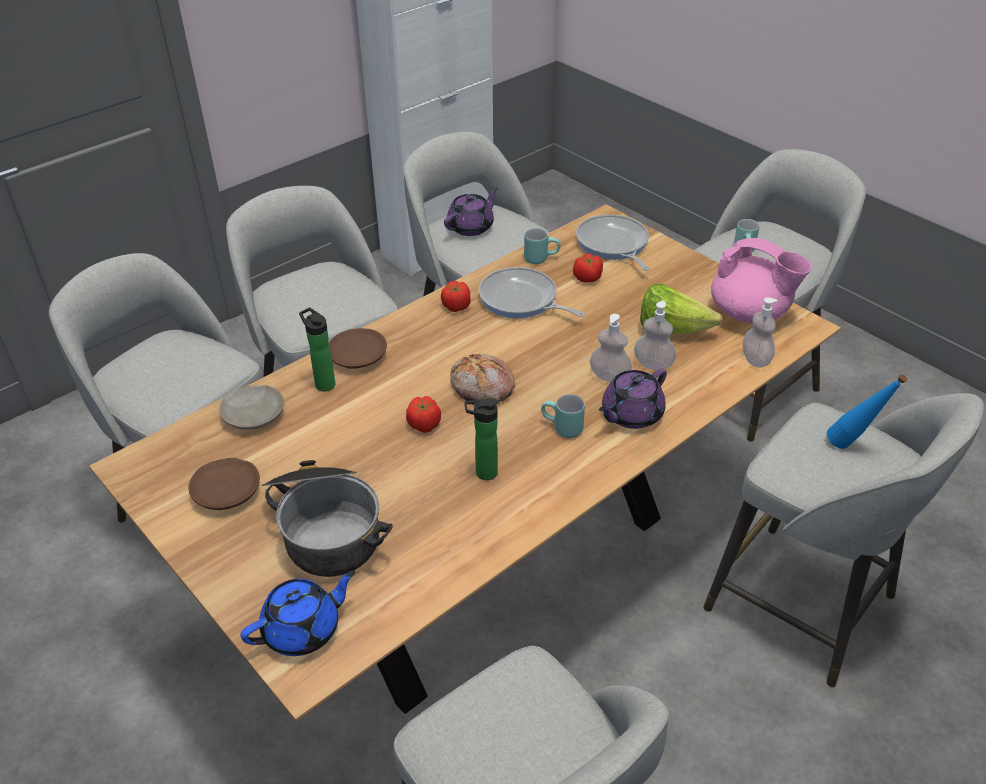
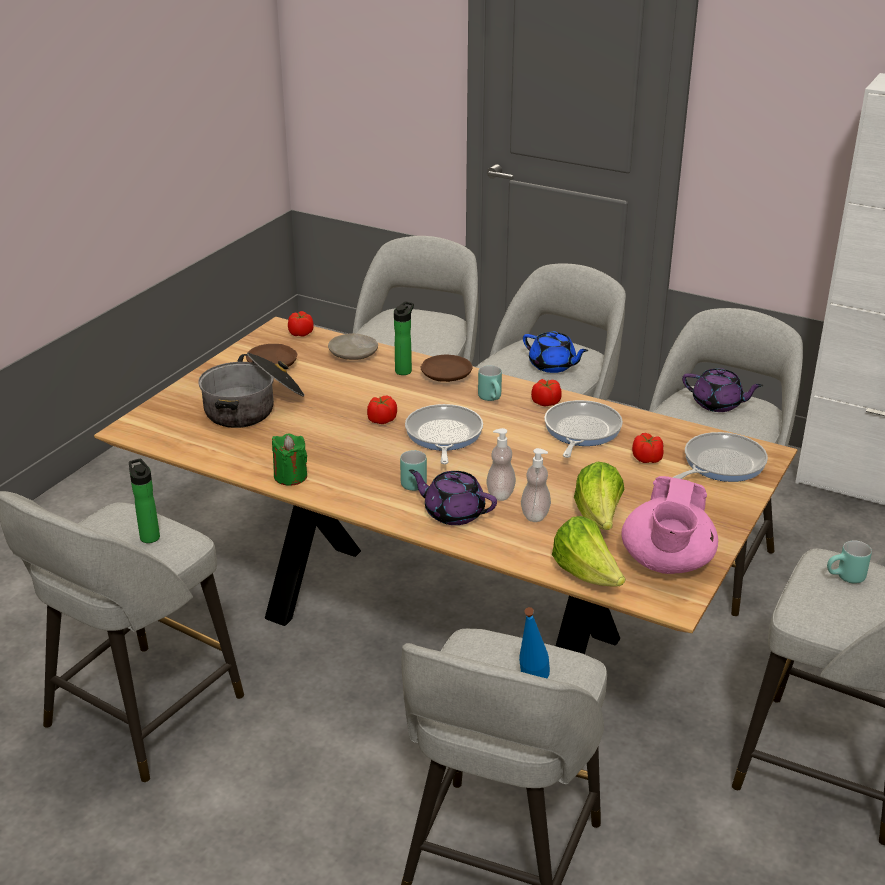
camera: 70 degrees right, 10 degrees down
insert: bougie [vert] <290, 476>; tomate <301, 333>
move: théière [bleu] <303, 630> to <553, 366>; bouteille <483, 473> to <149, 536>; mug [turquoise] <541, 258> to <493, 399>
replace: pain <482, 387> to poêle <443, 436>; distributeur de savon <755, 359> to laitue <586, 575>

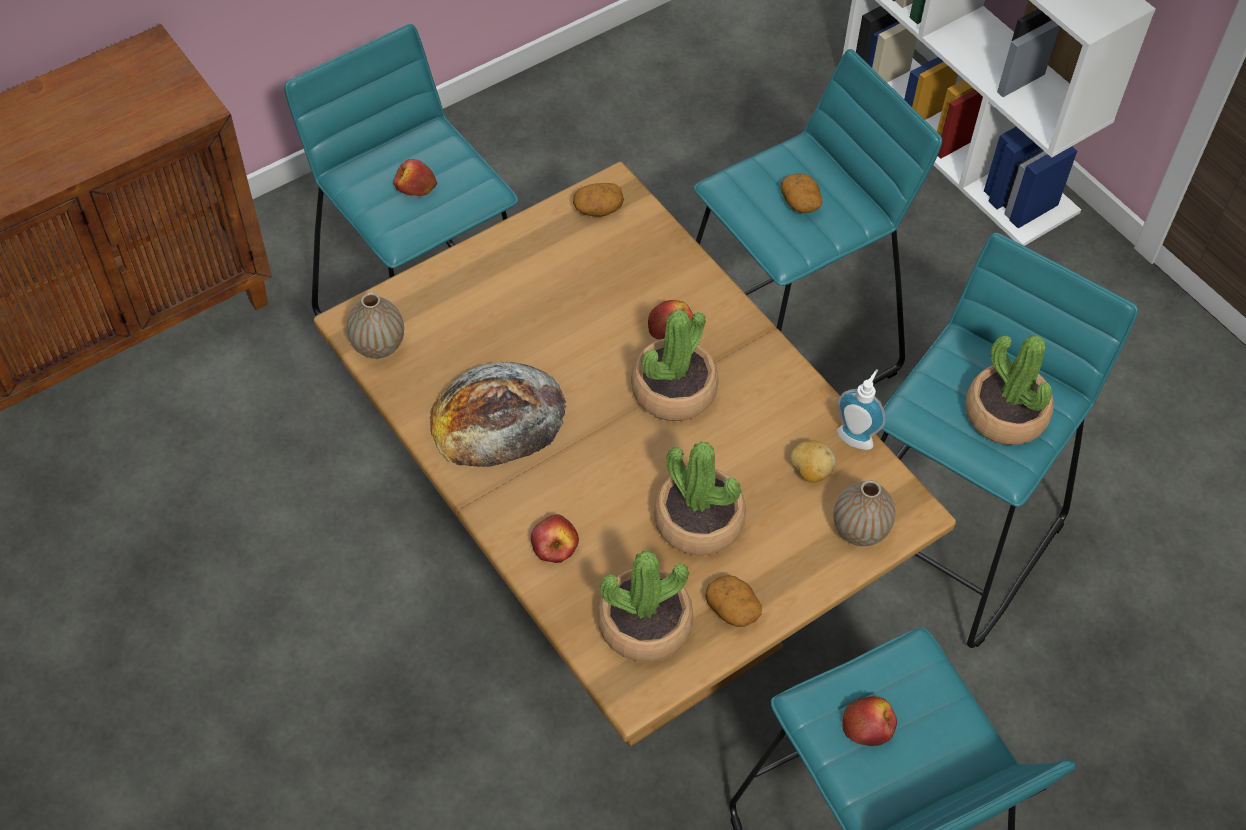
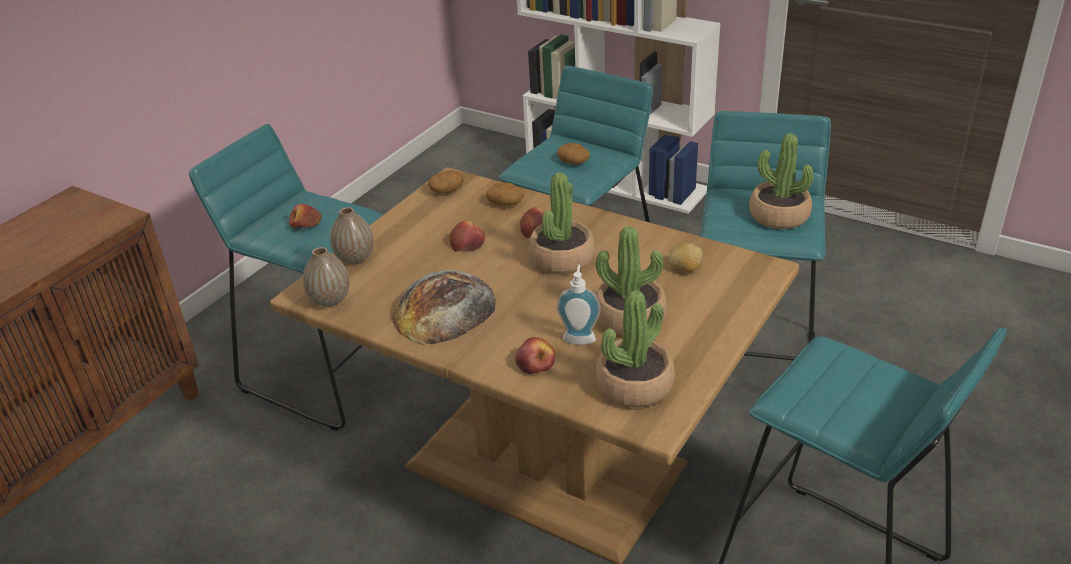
camera: 20 degrees left, 20 degrees down
move: pomme de terre <733, 609> to <506, 203>; vase <859, 530> to <355, 258>; distributeur de savon <857, 435> to <579, 337>; pomme <868, 725> to <468, 243>

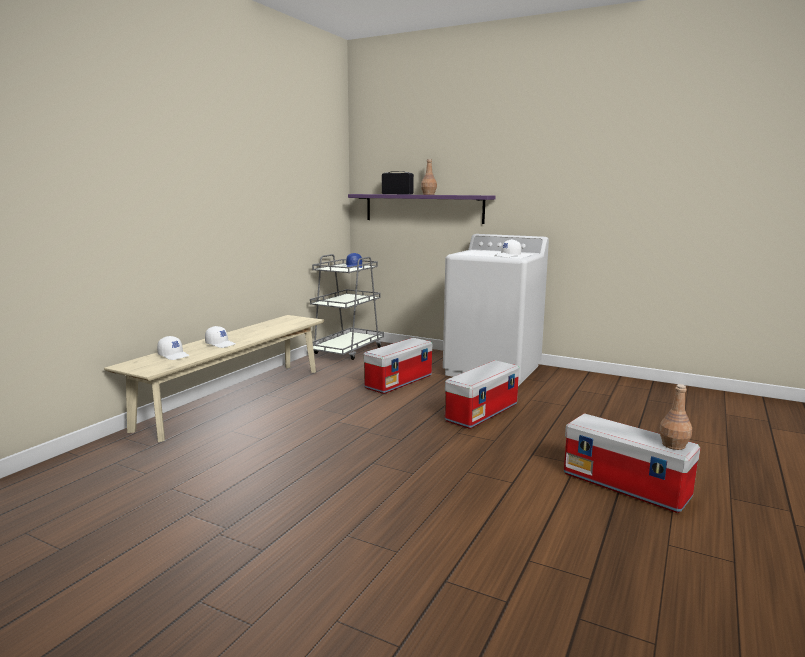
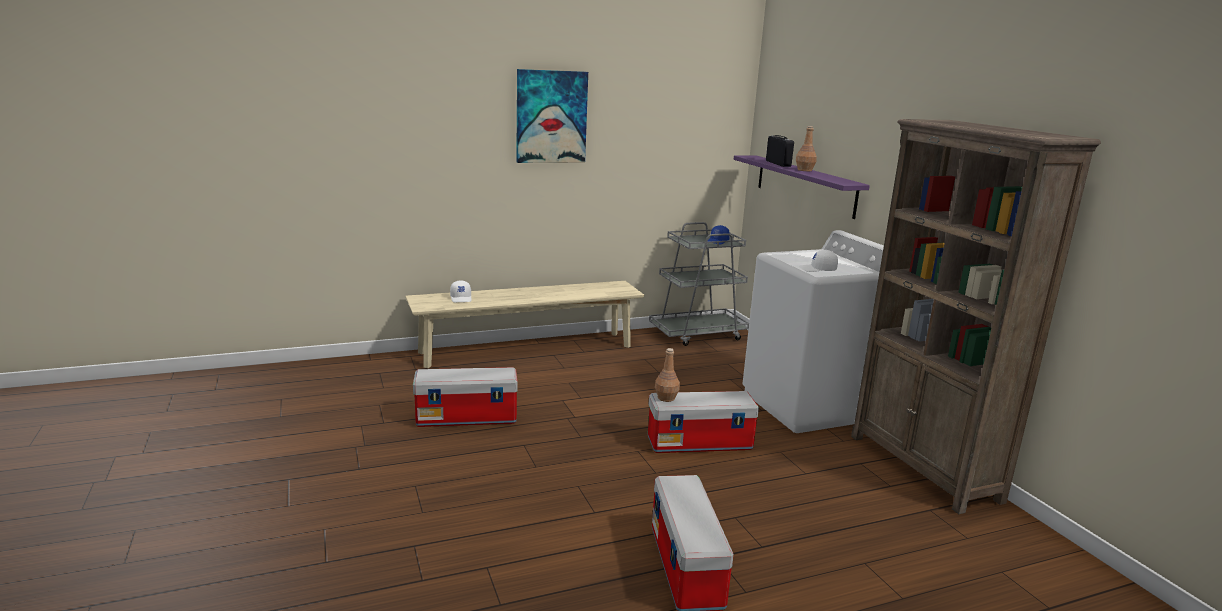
camera: 40 degrees right, 5 degrees up
delete: casquette [blanc] <221, 344>
insert: tableau <551, 117>; bibliothèque [marron] <924, 468>
move: boîte de rangement <399, 381> to <468, 417>; bouteille [marron] <673, 445> to <666, 398>

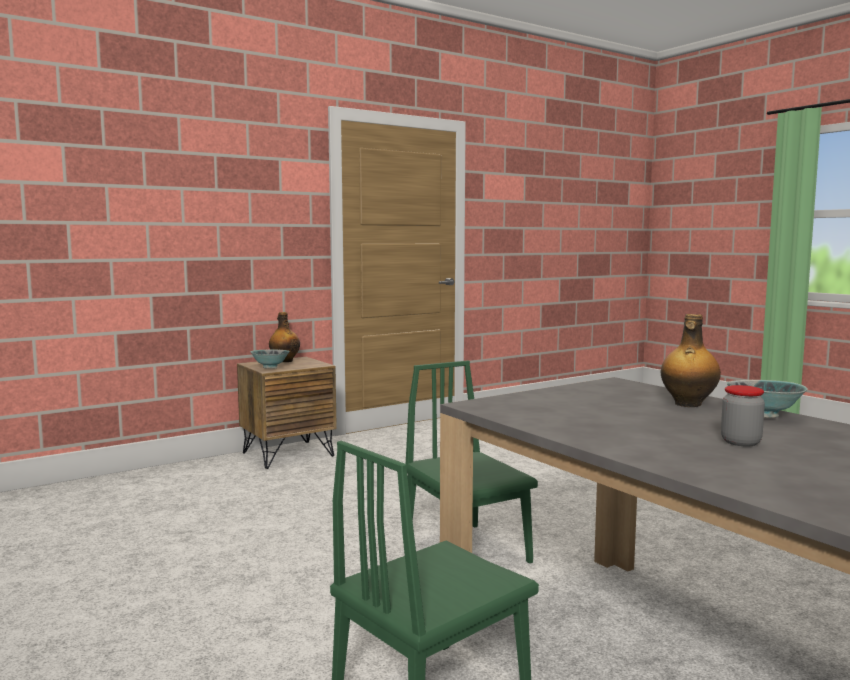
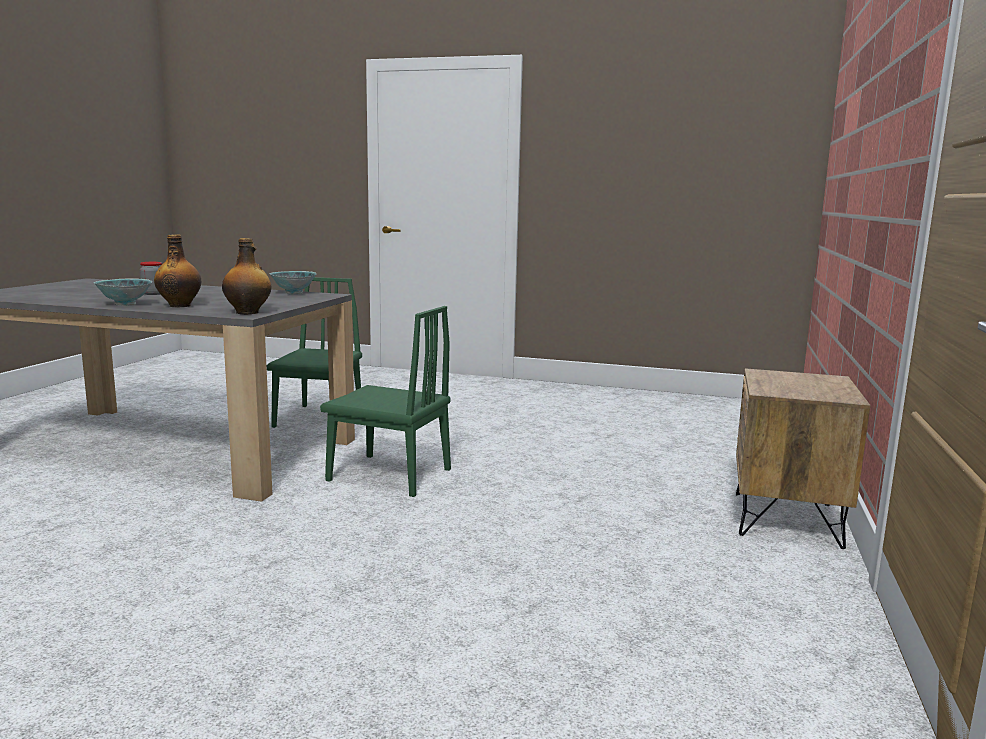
camera: 140 degrees right, 5 degrees up
move: bol <270, 368> to <293, 293>; bouteille <285, 361> to <248, 312>

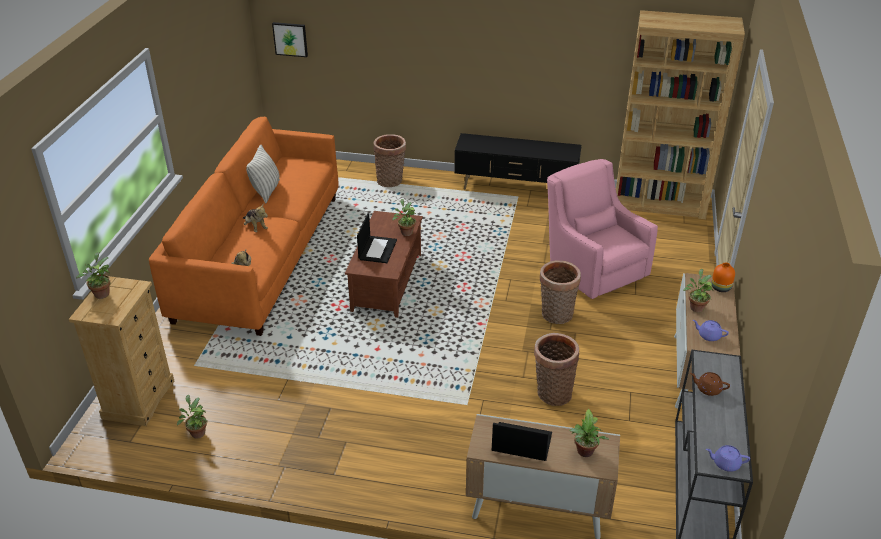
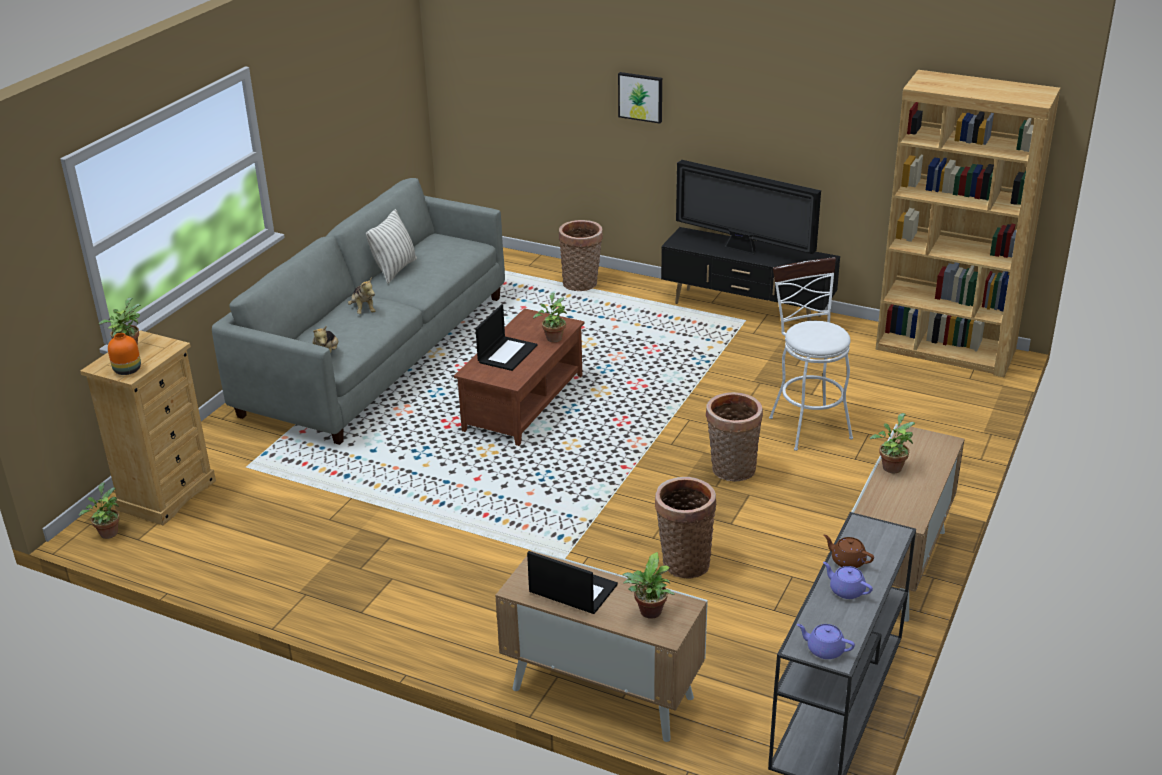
camera: 15 degrees right, 5 degrees down
insert: téléviseur <743, 249>
move: plante en pot <196, 432> to <108, 532>; tableau <290, 39> to <641, 97>; théière [violet] <708, 335> to <846, 590>; vase [orange] <721, 288> to <127, 370>
replace: fauteuil [rose] <592, 272> to tabouret [blanc] <807, 424>
recolor: canapé [orange] <260, 256> to canapé [gris] <377, 354>

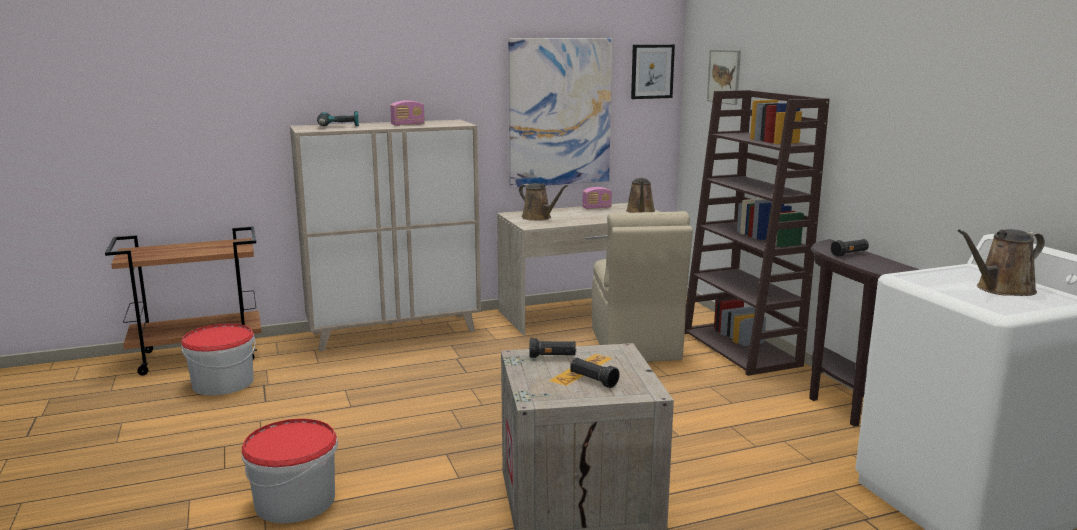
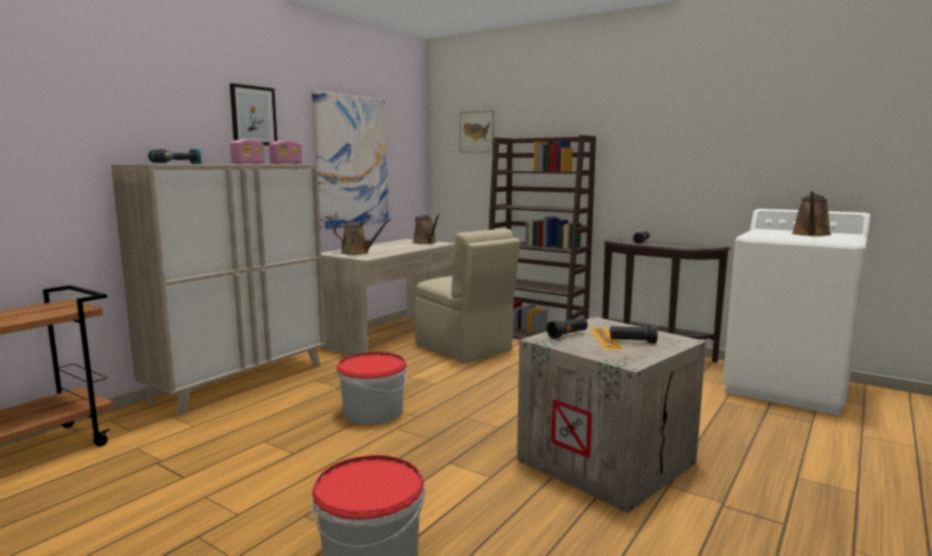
camera: 35 degrees left, 5 degrees down
move: seau <222, 383> to <373, 412>; radio <596, 208> to <286, 164>; tableau <652, 71> to <253, 115>

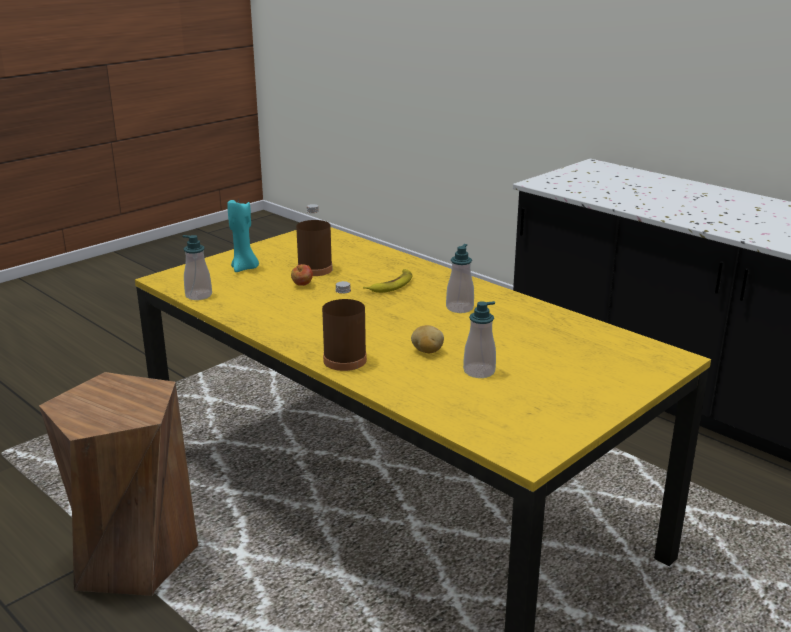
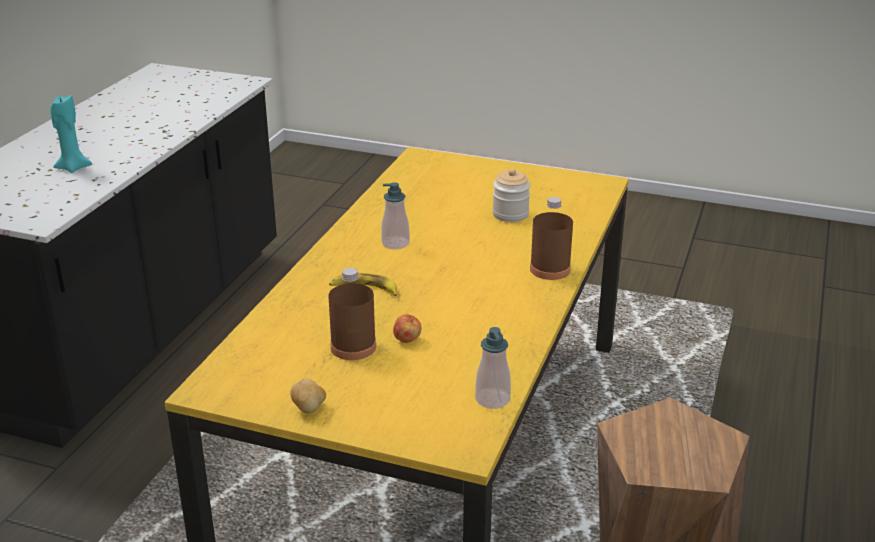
camera: 115 degrees left, 5 degrees up
move: bougie [turquoise] <244, 268> to <73, 168>; pomme de terre <427, 351> to <309, 408>
replace: distributeur de savon <479, 371> to bocal <510, 214>

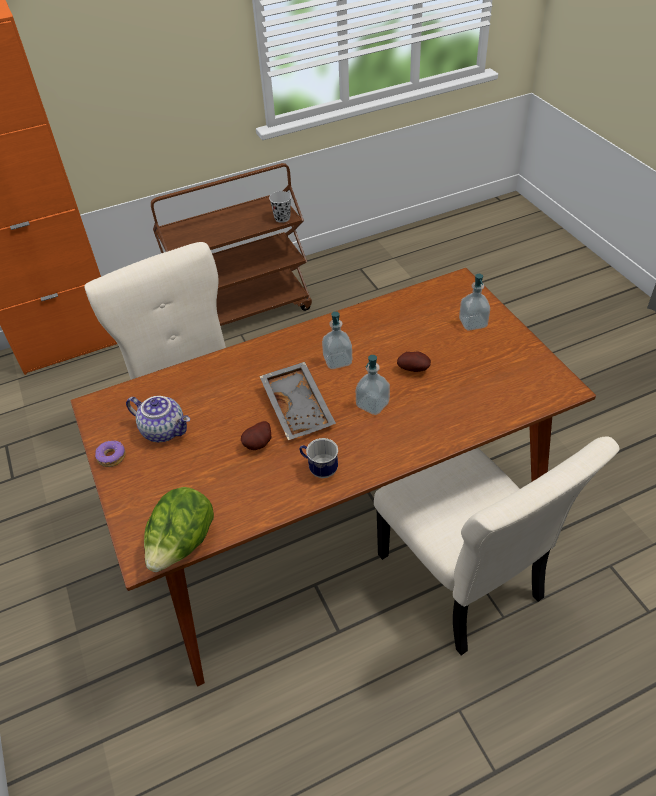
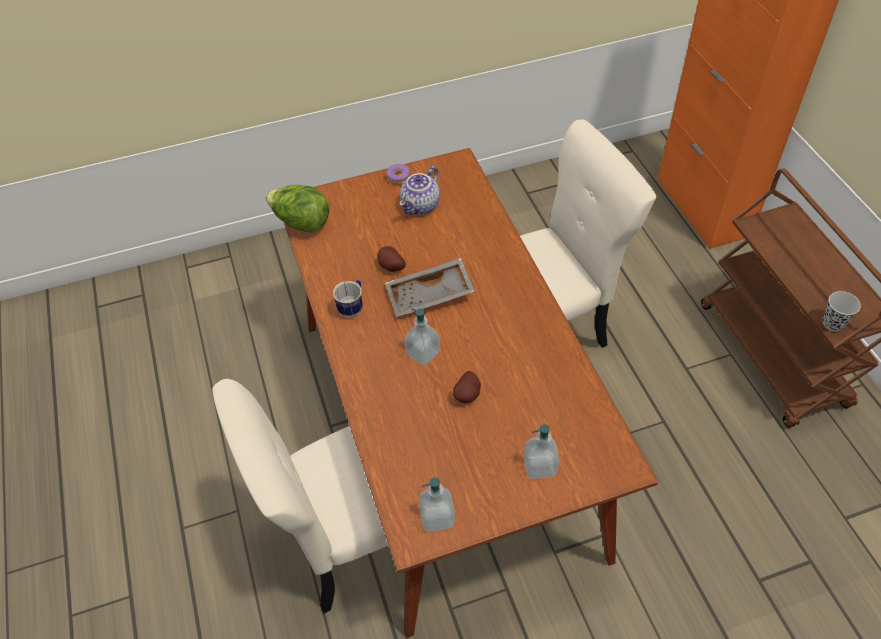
camera: 95 degrees right, 5 degrees up
move: distributeur de savon <337, 361> to <437, 517>

